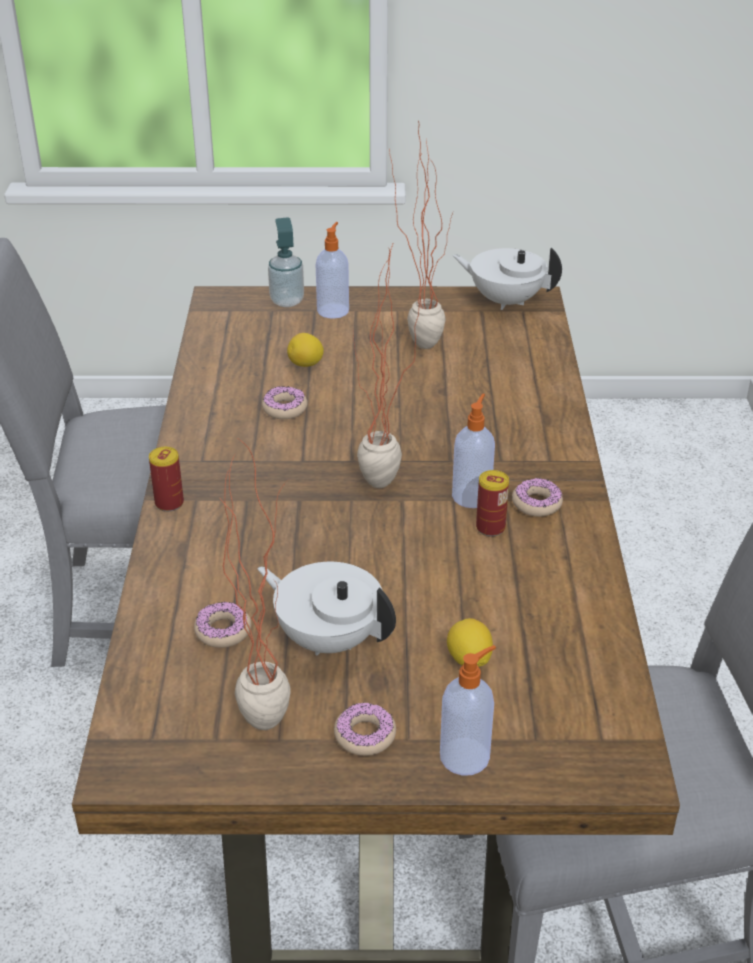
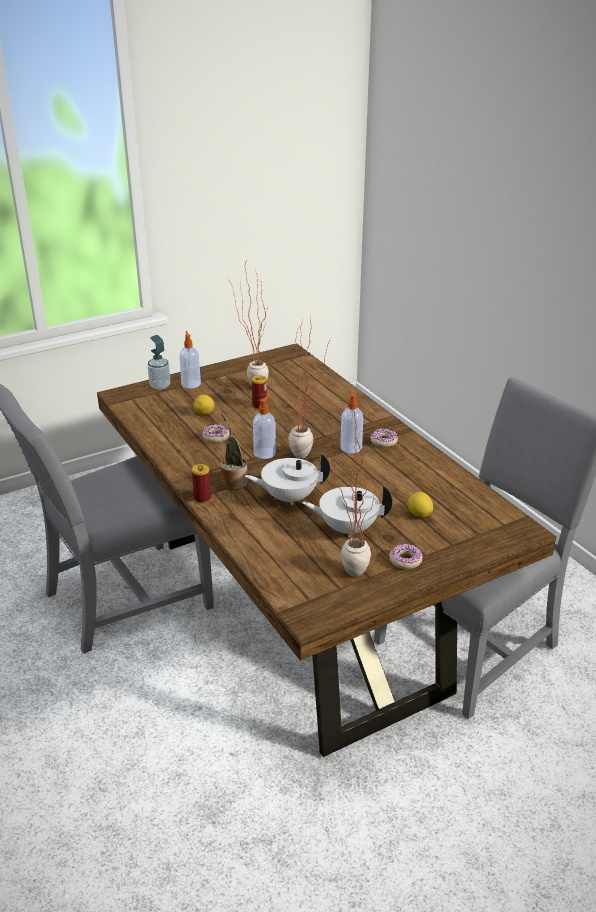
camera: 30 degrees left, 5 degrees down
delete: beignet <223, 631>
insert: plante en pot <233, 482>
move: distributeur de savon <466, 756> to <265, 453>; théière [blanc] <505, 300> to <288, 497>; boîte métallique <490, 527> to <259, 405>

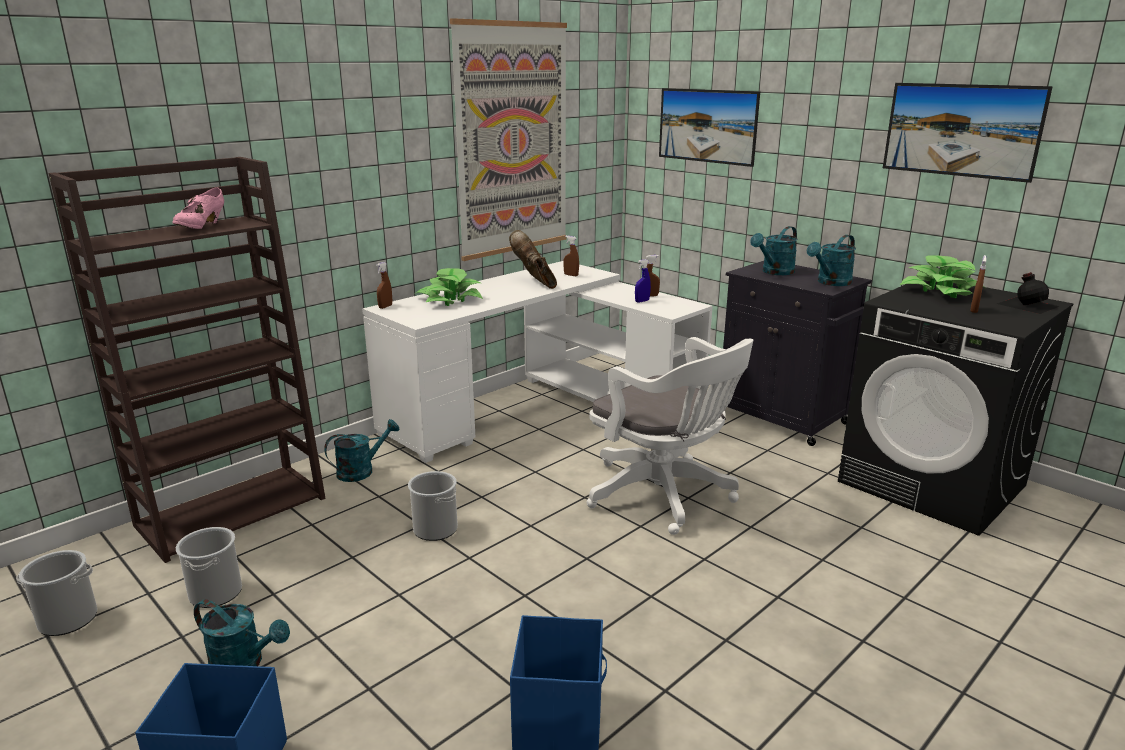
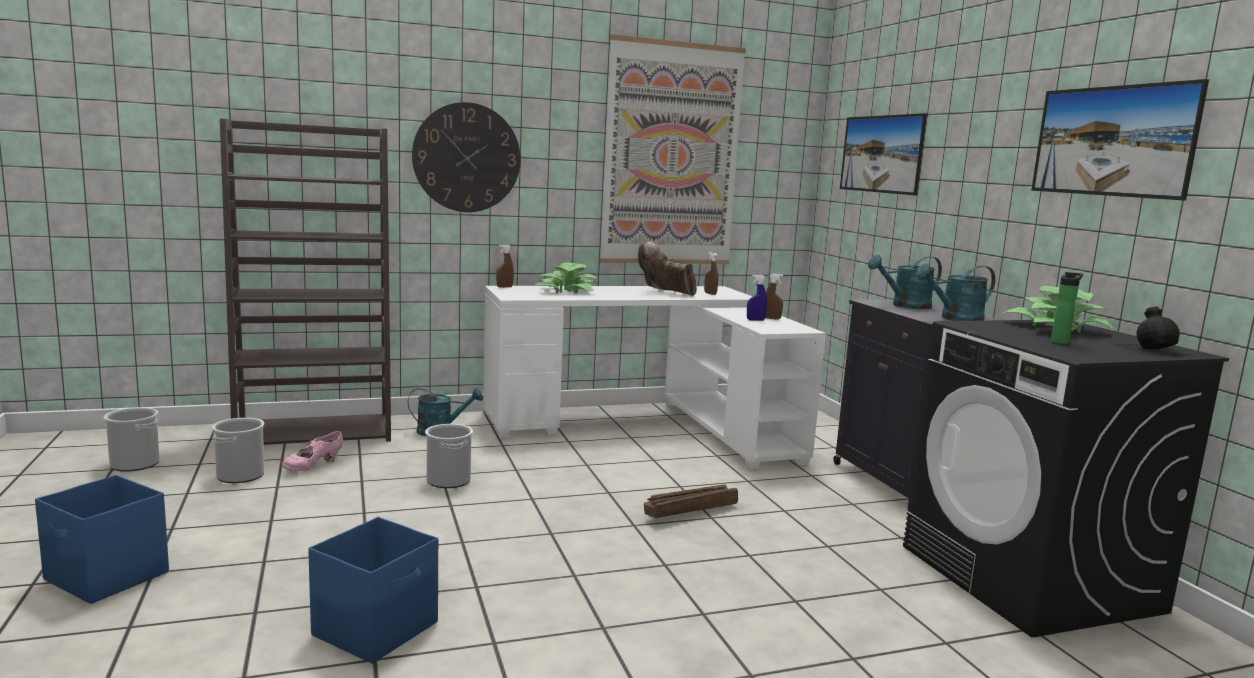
camera: 25 degrees right, 10 degrees down
delete: arrosoir [turquoise] <244, 664>
insert: horloge murale <466, 157>
move: chaussure [rose] <201, 227> to <313, 467>
replace: chaise de bureau [blanc] <665, 496> to caisse <689, 510>; vaporisateur [marron] <974, 310> to bouteille <1061, 342>
rotate: botte [marron] <535, 282> = <665, 293> 60 degrees counterclockwise

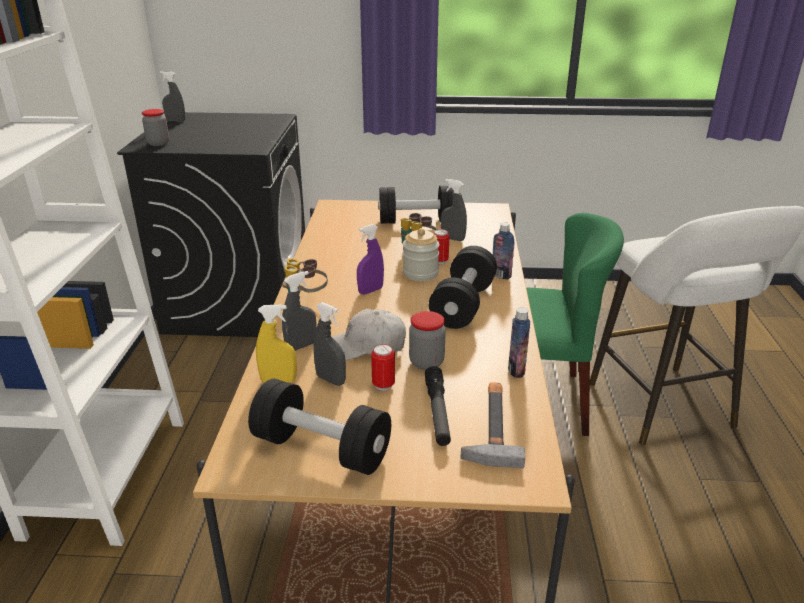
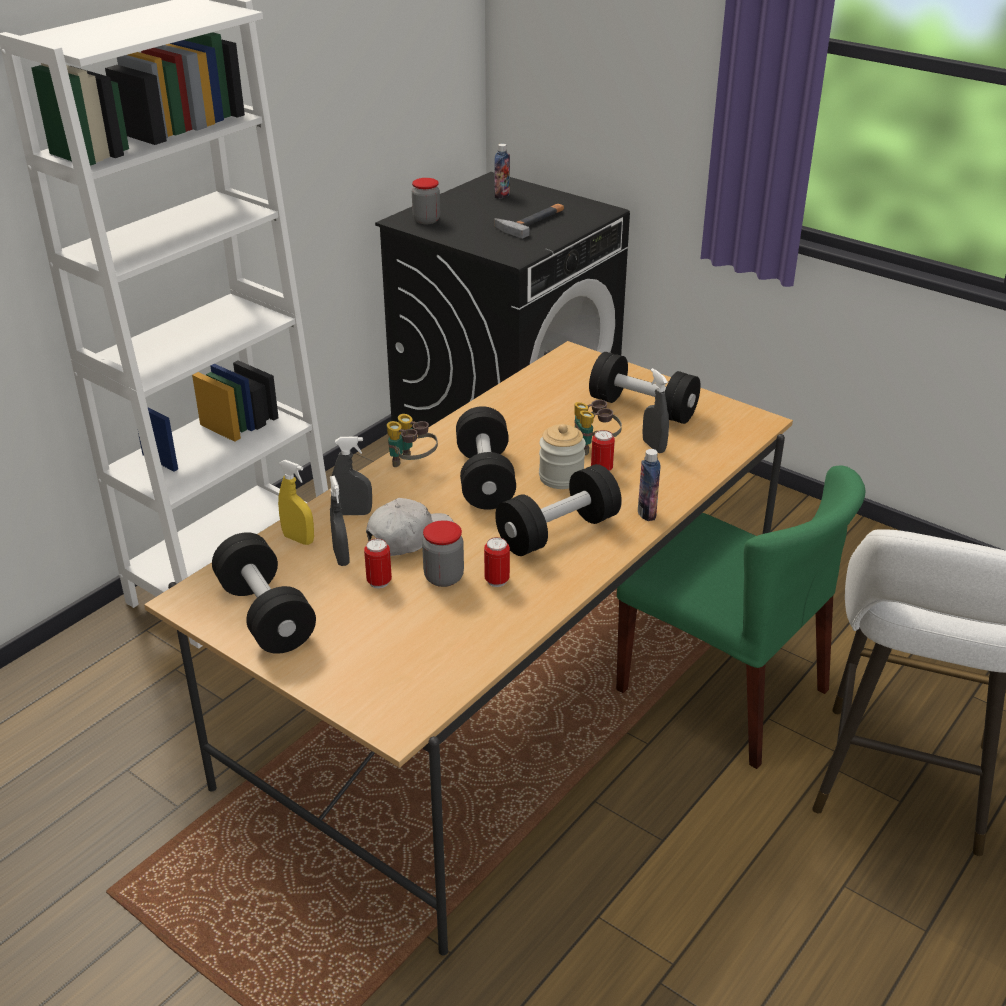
camera: 35 degrees right, 5 degrees up
delete: vaporisateur [gris] <175, 121>; lampe de poche <437, 412>
insert: boîte métallique <497, 581>
move: marteau <491, 425> to <533, 221>; bouteille <516, 370> to <502, 195>
replace: vaporisateur [violet] <370, 291> to haltère [noir] <485, 478>
rotate: casquette [blanc] <367, 346> = <410, 538> 120 degrees clockwise

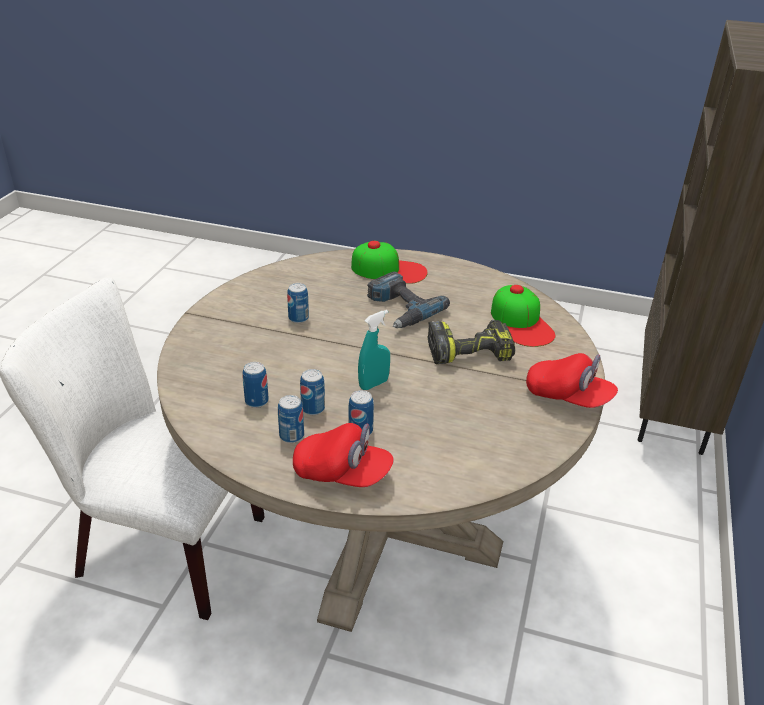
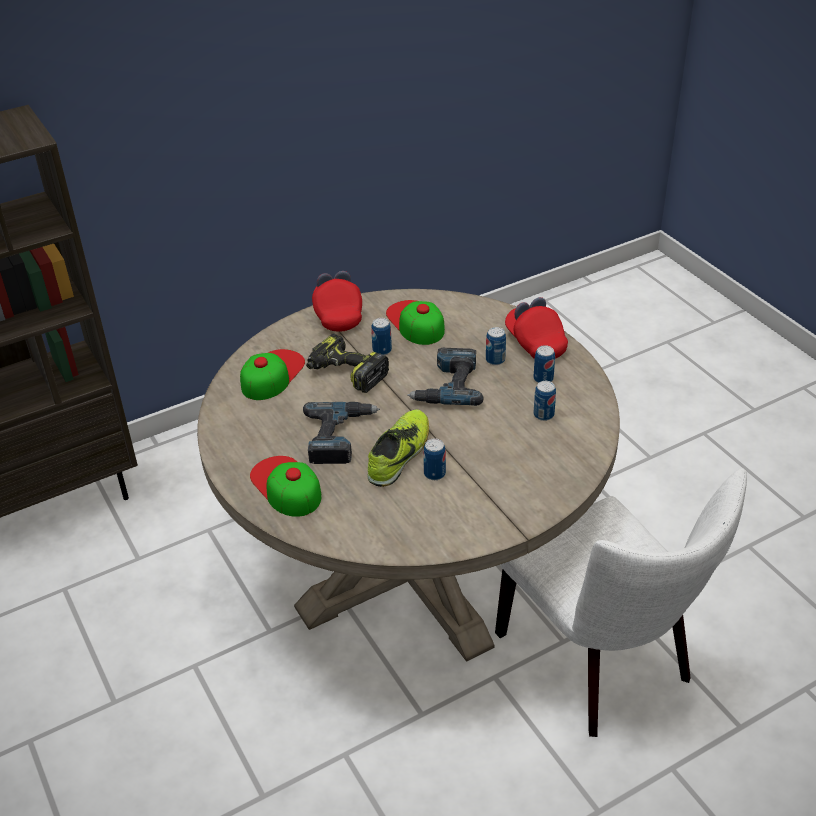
camera: 135 degrees left, 5 degrees up
insert: chaussure <400, 454>; casquette <415, 322>
move: boîte métallique <313, 409> to <382, 350>
replace: vaporisateur [turquoise] <373, 384> to perceuse <447, 385>

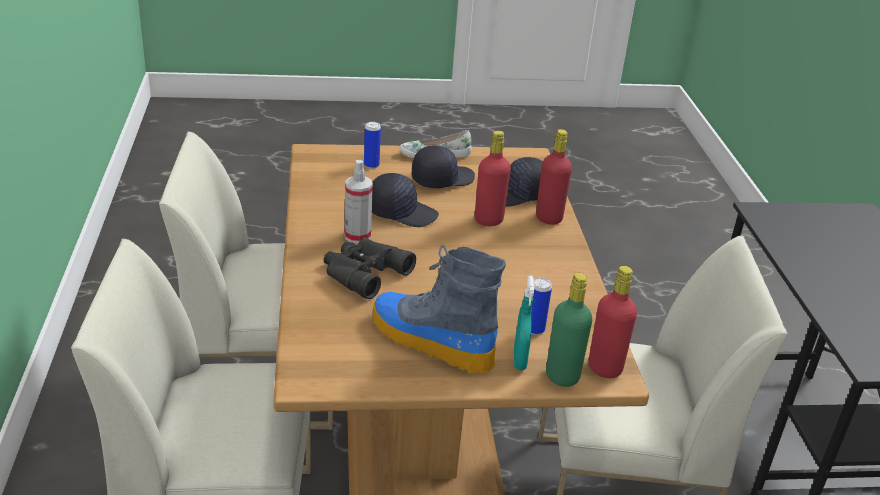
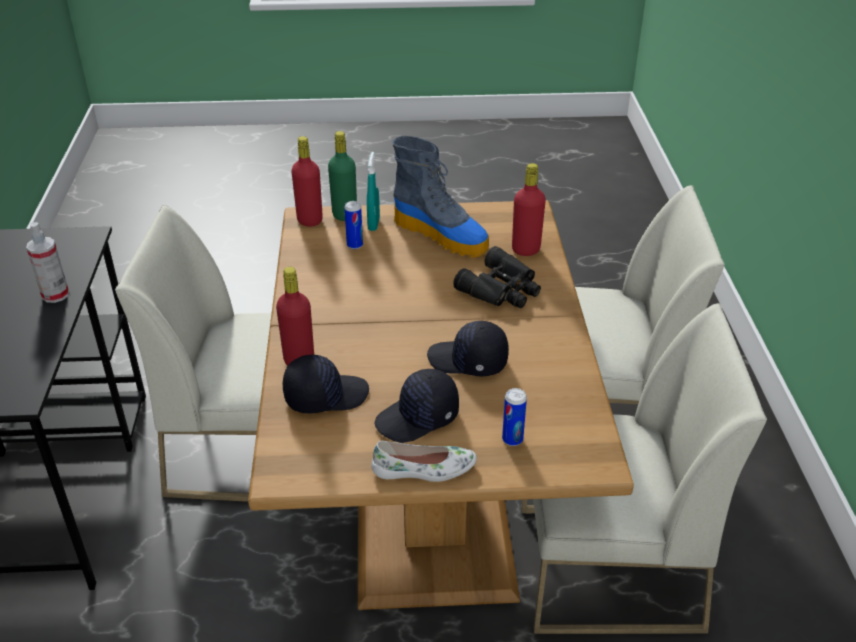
camera: 175 degrees left, 5 degrees up
move: vaporisateur <357, 236> to <55, 295>; bouteille [rouge] <488, 220> to <525, 249>

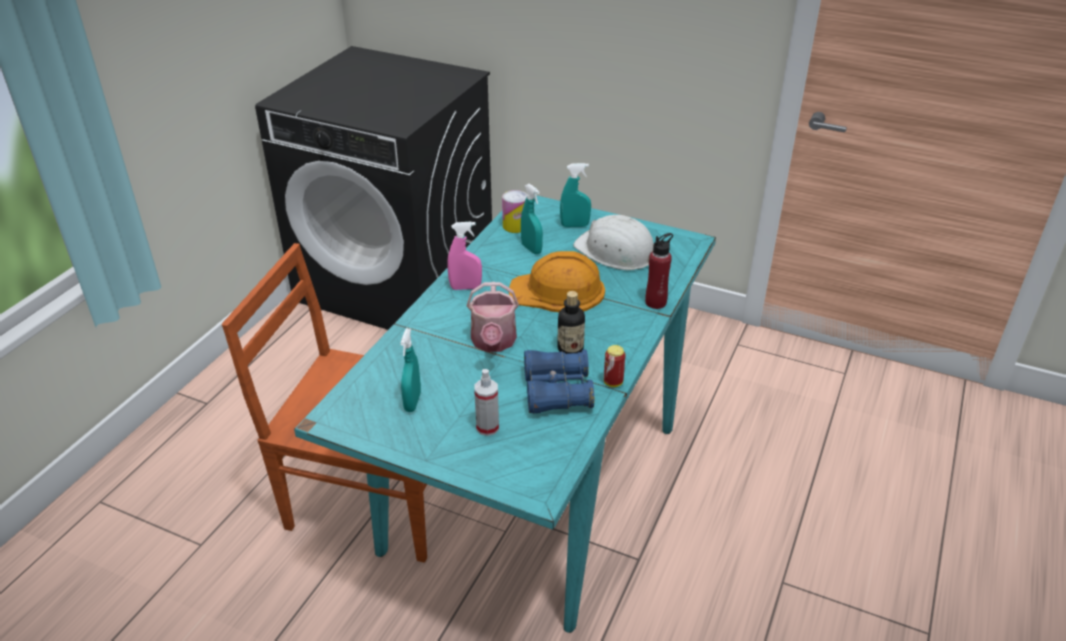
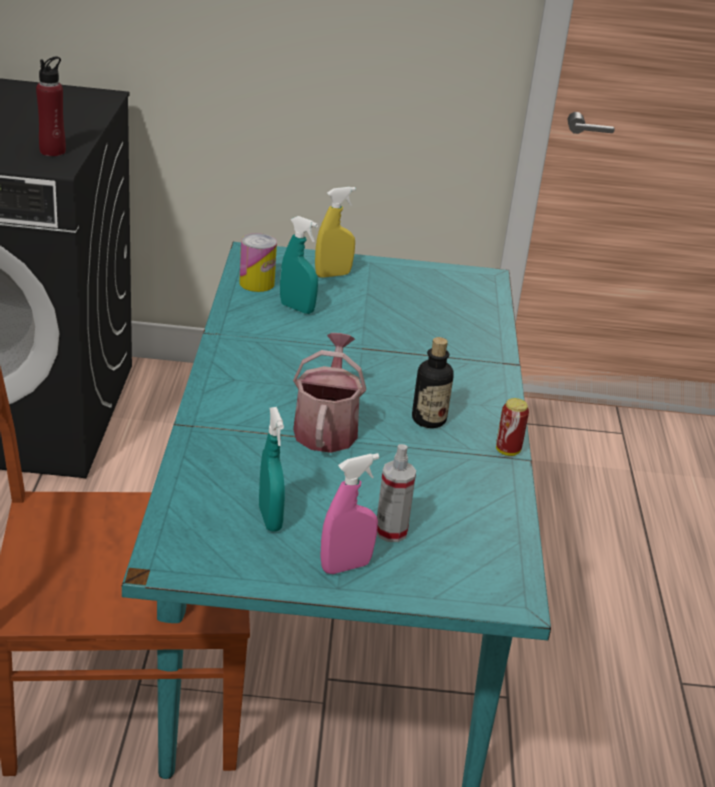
camera: 25 degrees left, 5 degrees down
delete: casque de chantier [orange] <558, 291>; jumelles [bleu] <557, 391>; casque de chantier [blanc] <616, 252>
move: vaporisateur [rose] <465, 287> to <346, 566>; bouteille [rouge] <656, 302> to <52, 151>
recolor: vaporisateur [turquoise] <575, 225> to vaporisateur [jaune] <333, 274>
rotate: arrosoir <493, 342> = <326, 427> 150 degrees counterclockwise

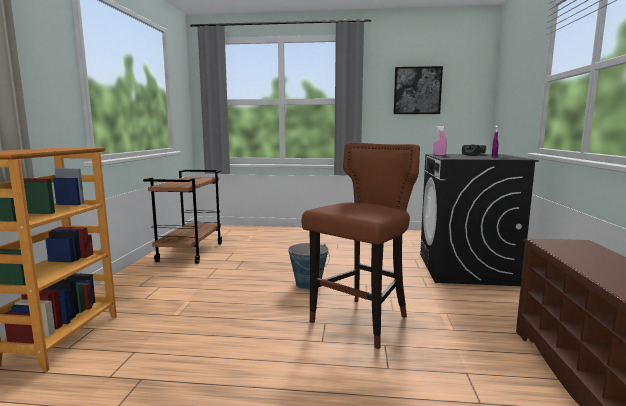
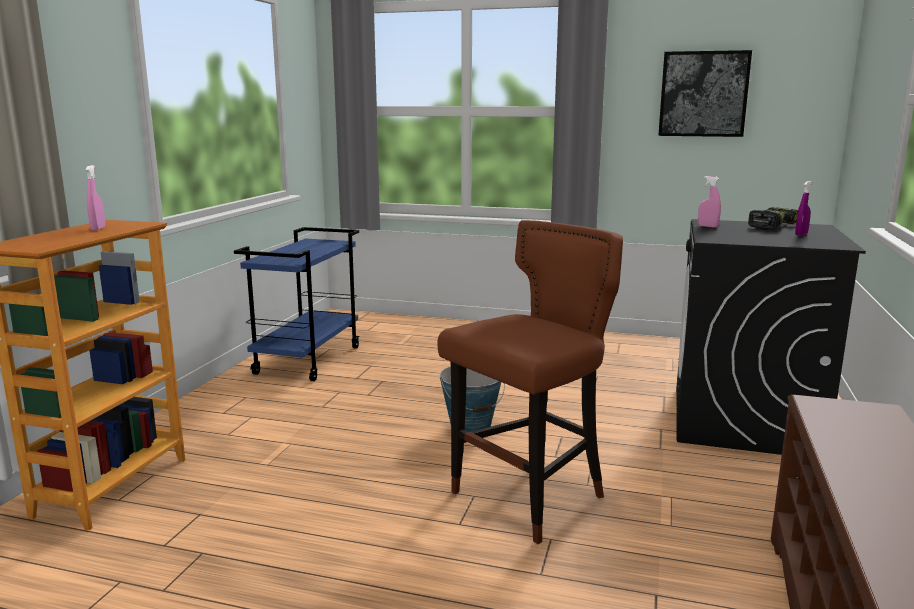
camera: 10 degrees right, 5 degrees up
insert: vaporisateur [rose] <98, 229>
recolor: chariot [marron] <190, 252> to chariot [bleu] <308, 360>

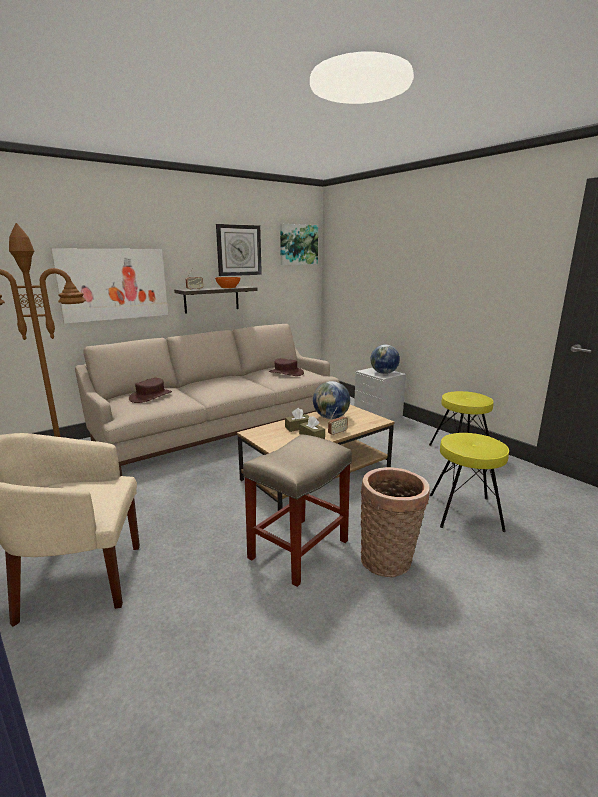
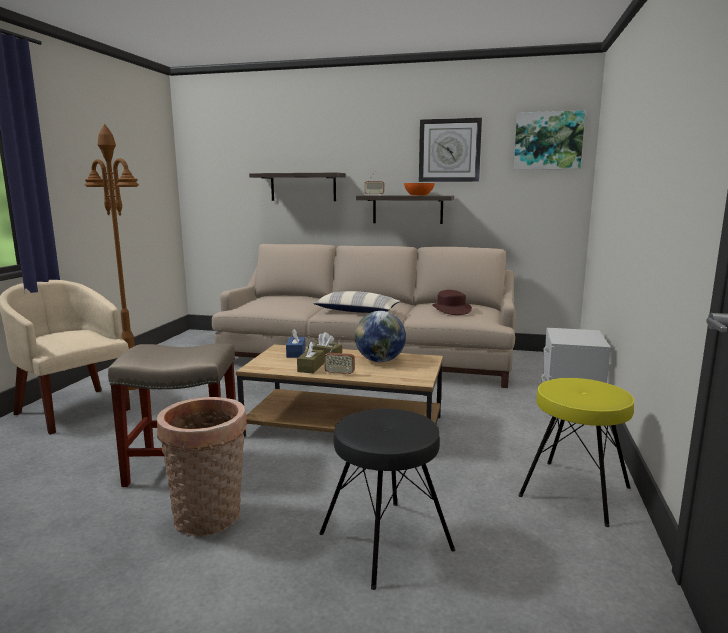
camera: 50 degrees right, 5 degrees down
delete: chapeau [marron] <151, 396>; globe <384, 373>
insert: boîte à mouchoirs [bleu] <296, 353>; coussin <356, 311>
replace: tableau <114, 284> to étagère <303, 187>
recolor: tabouret [jaune] <465, 512> to tabouret [noir] <385, 542>

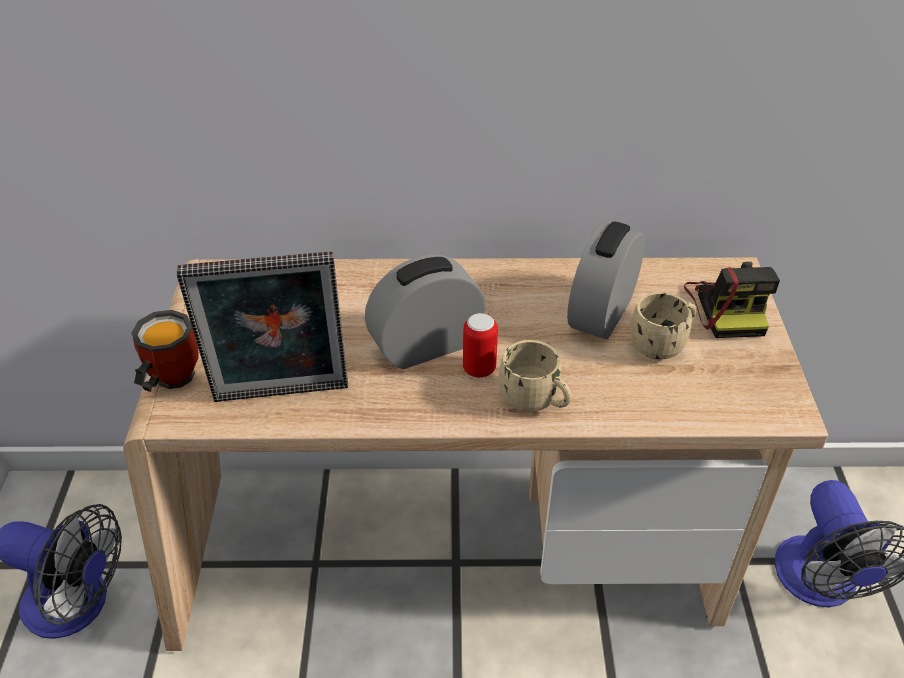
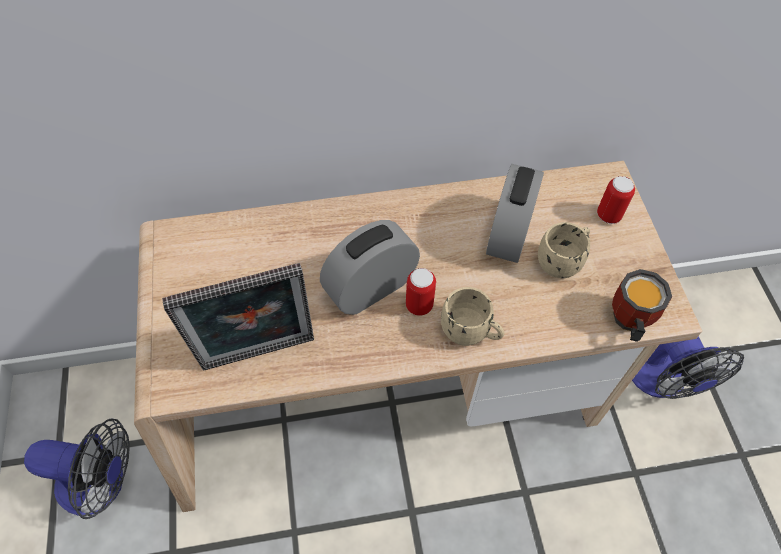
camera: 10 degrees left, 15 degrees up
move: mug <168, 379> to <626, 322>
replace: appareil photo <727, 307> to boîte métallique <608, 215>

